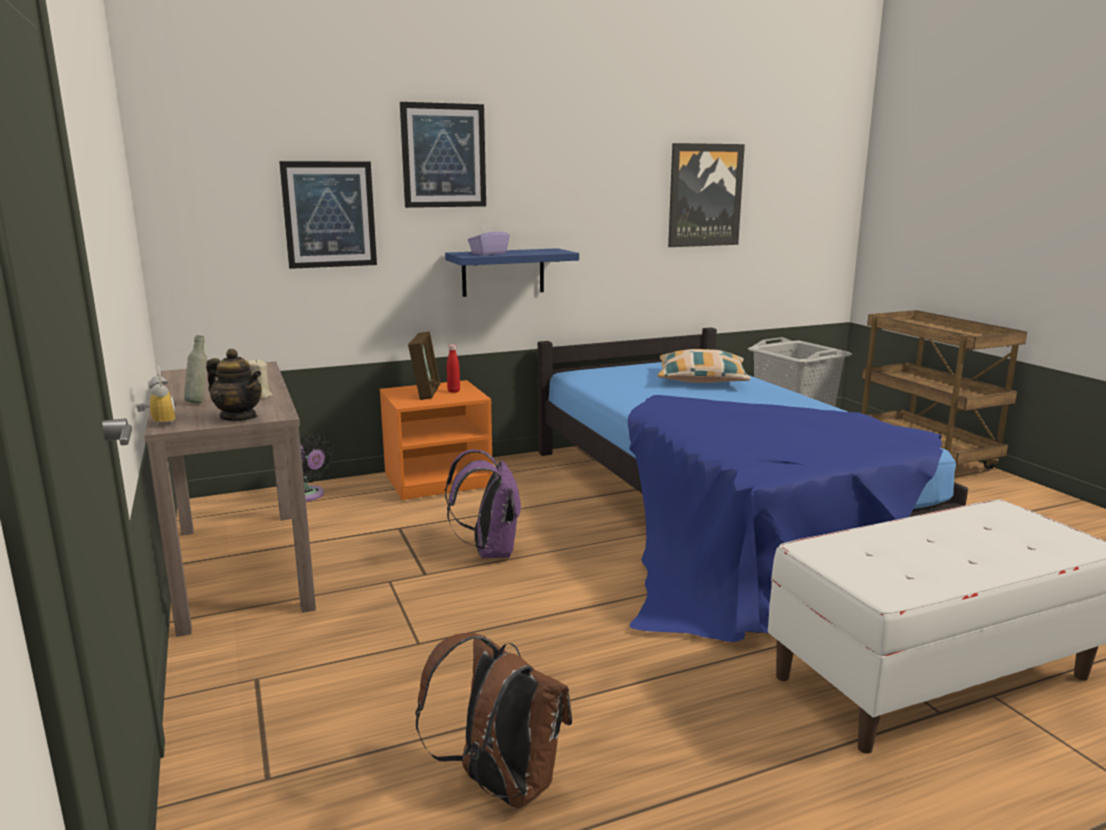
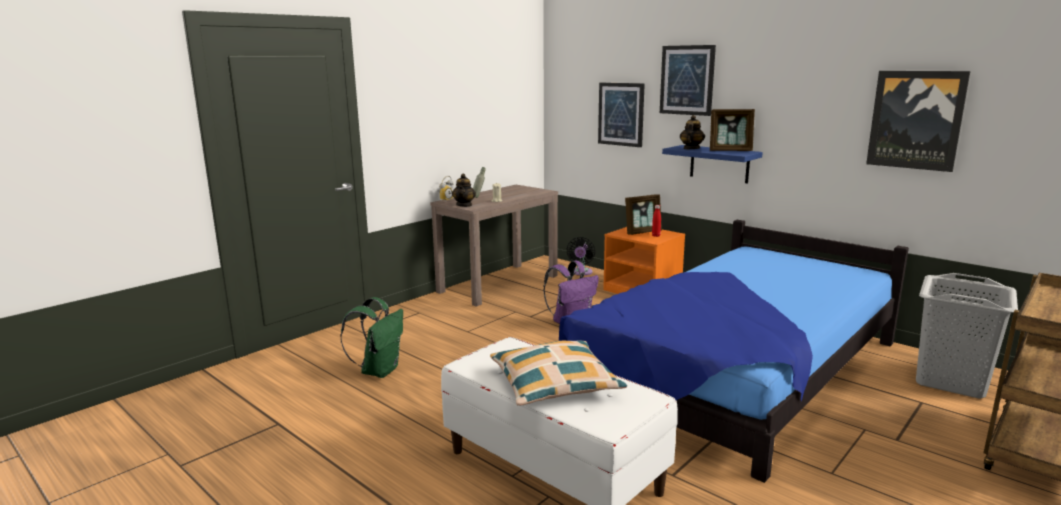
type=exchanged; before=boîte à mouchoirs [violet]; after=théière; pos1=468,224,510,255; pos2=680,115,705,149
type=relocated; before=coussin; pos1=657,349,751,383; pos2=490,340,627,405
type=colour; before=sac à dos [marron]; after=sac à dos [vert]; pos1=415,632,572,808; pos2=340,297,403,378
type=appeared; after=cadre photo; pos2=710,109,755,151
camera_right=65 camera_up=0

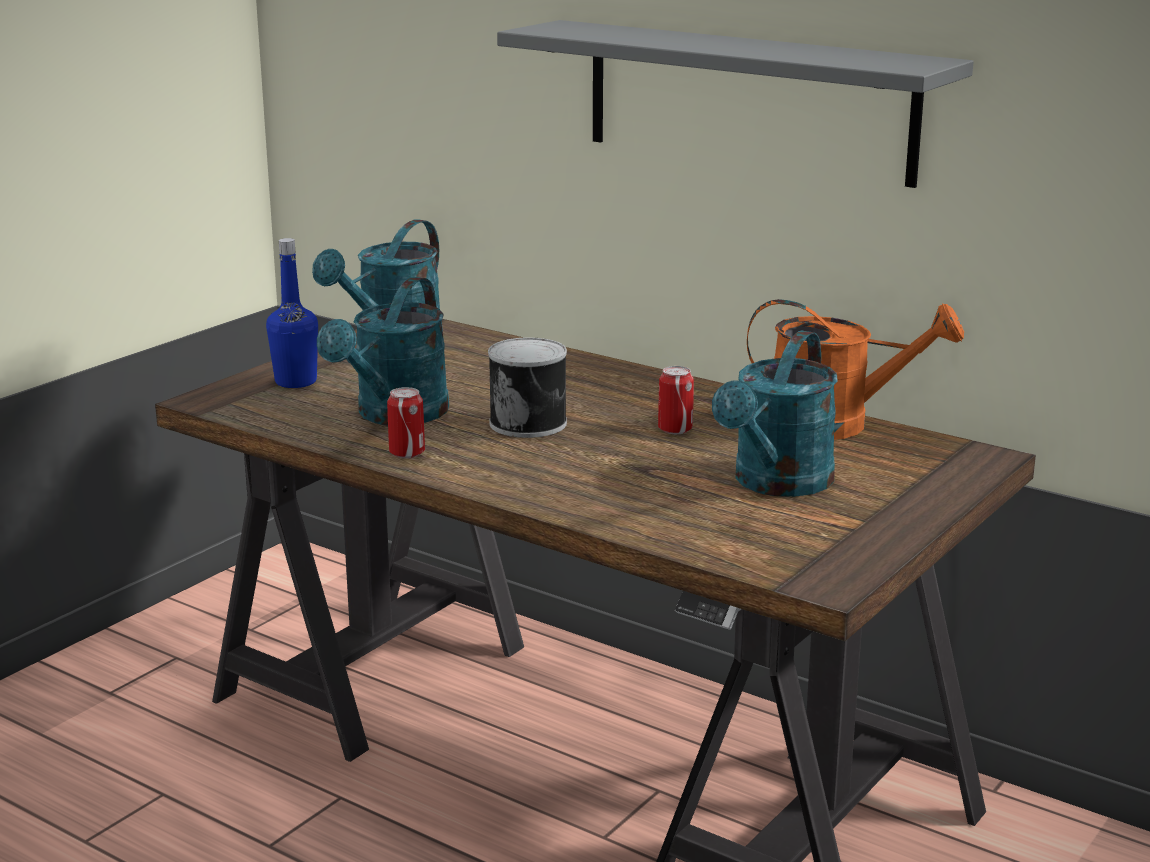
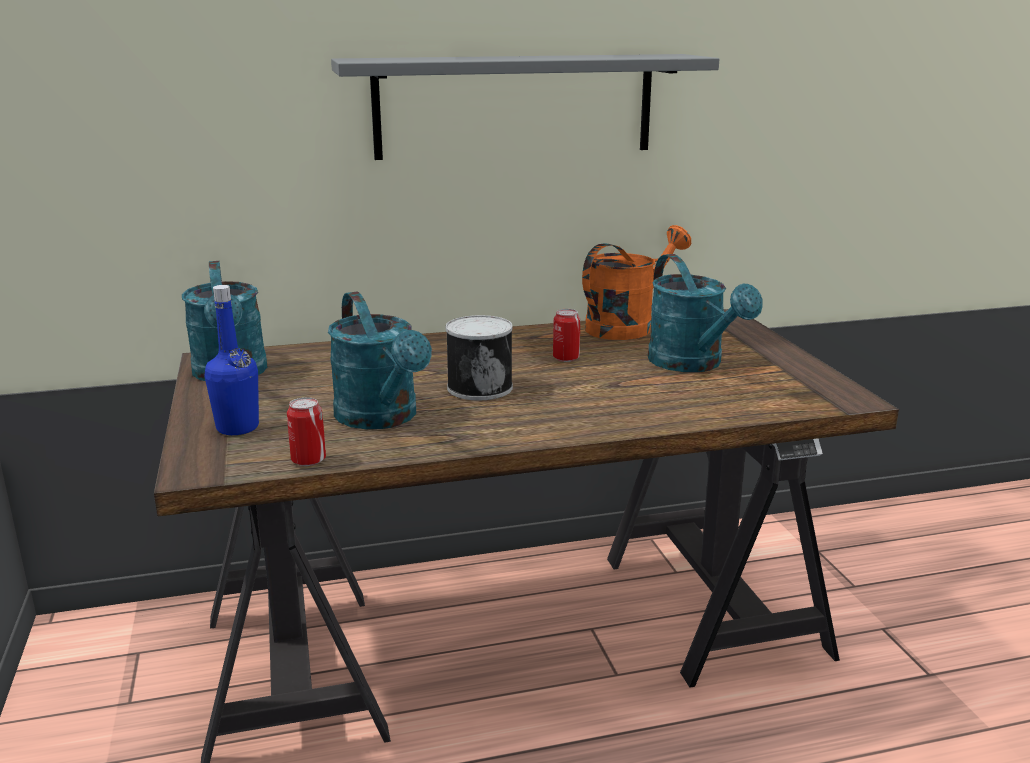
type=relocated; before=boîte métallique; pos1=387,387,425,458; pos2=287,397,326,466
camera_right=-50 camera_up=0

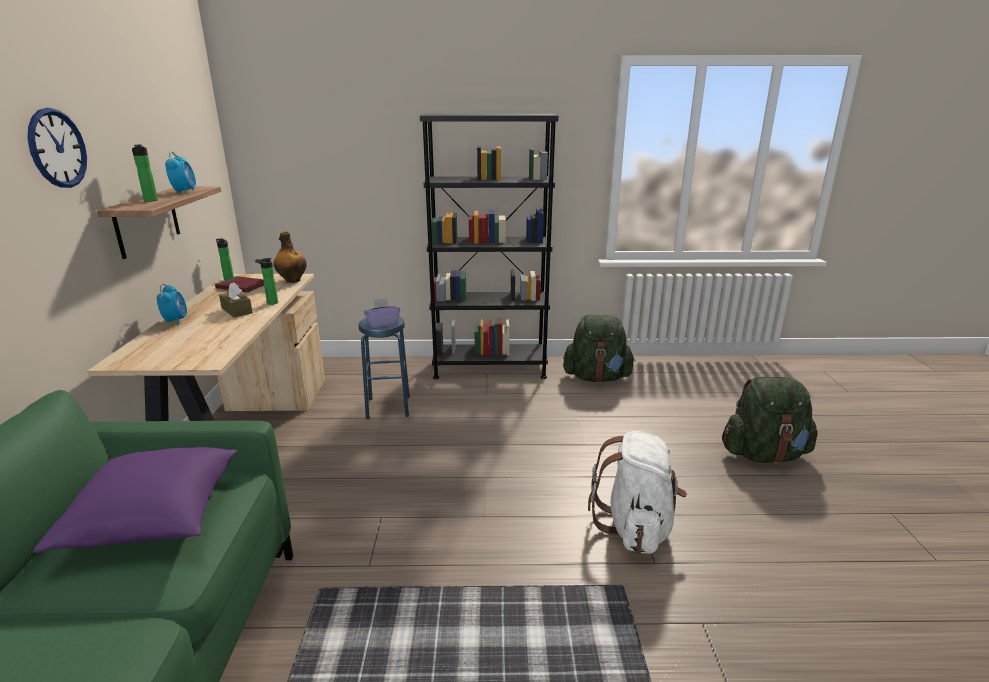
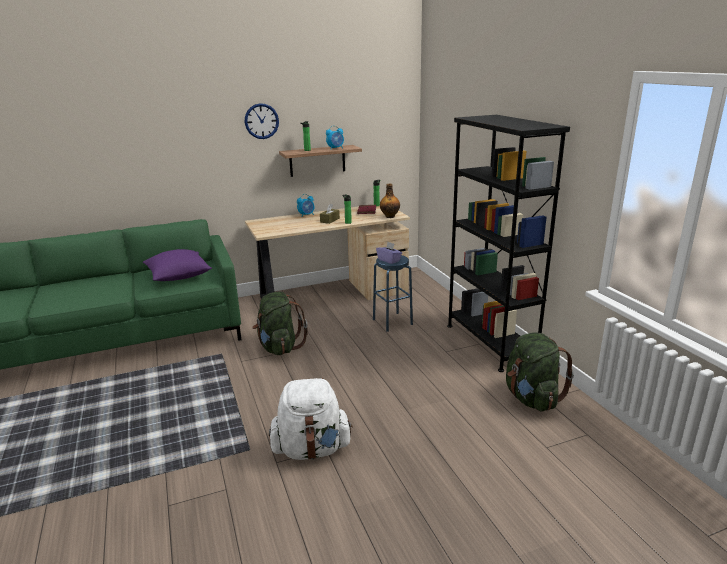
type=relocated; before=sac à dos [vert]; pos1=722,377,818,463; pos2=252,292,308,355
camera_right=70 camera_up=0

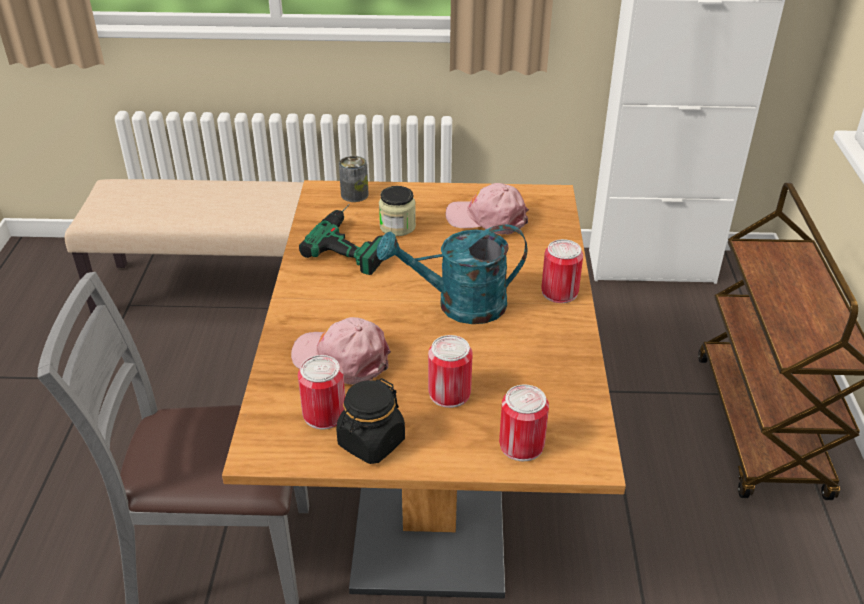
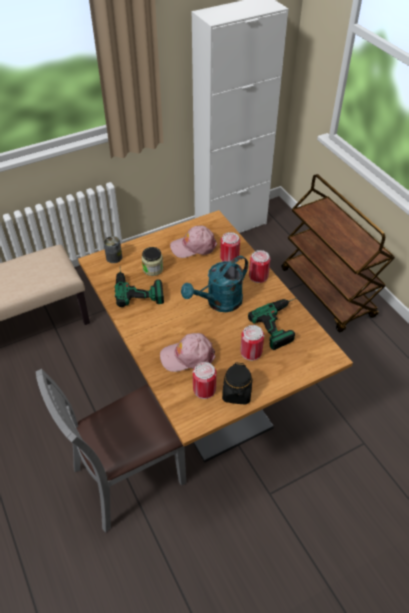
type=relocated; before=boîte métallique; pos1=499,384,549,461; pos2=220,232,240,263
type=appeared; after=perceuse; pos2=248,298,297,350
camera_right=-30 camera_up=10

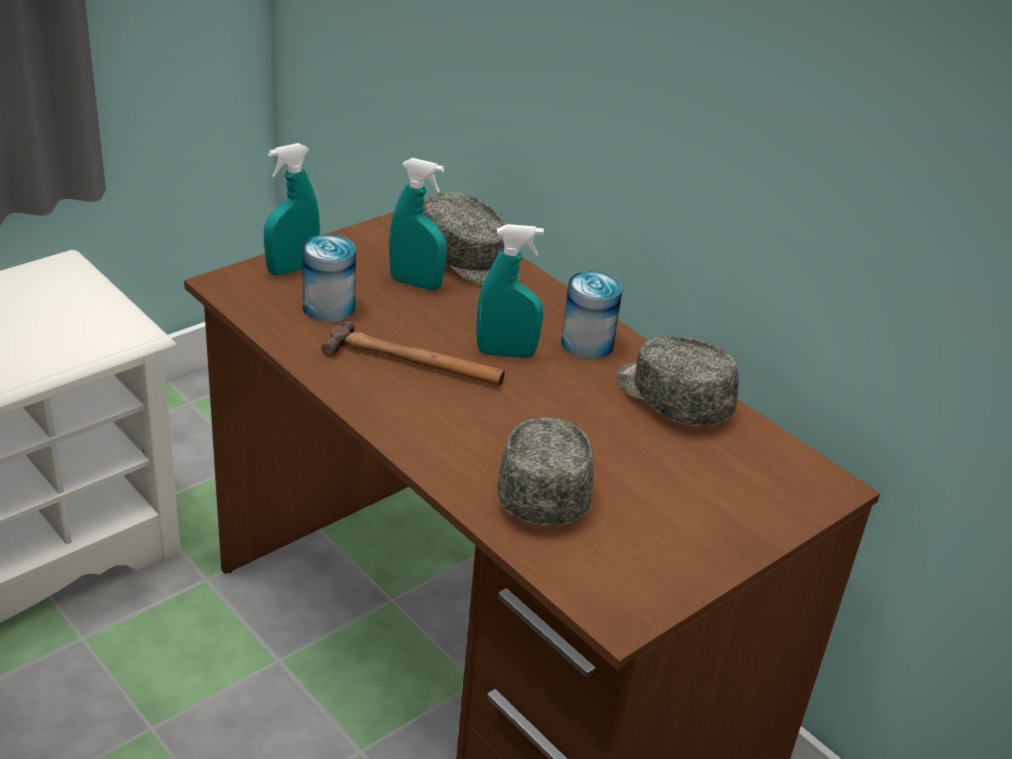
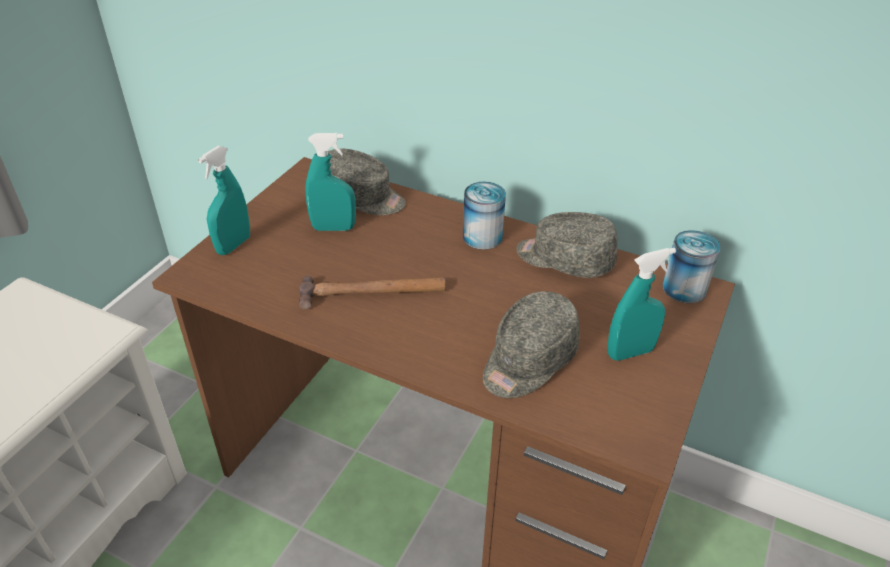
type=relocated; before=vaporisateur [turquoise]; pos1=476,224,544,358; pos2=607,248,676,361
type=relocated; before=boîte métallique; pos1=302,235,356,322; pos2=663,230,720,303
type=spun; before=casquette [gris]; pos1=497,417,594,526; pos2=483,291,580,398; turn=-120
camera_right=-20 camera_up=5

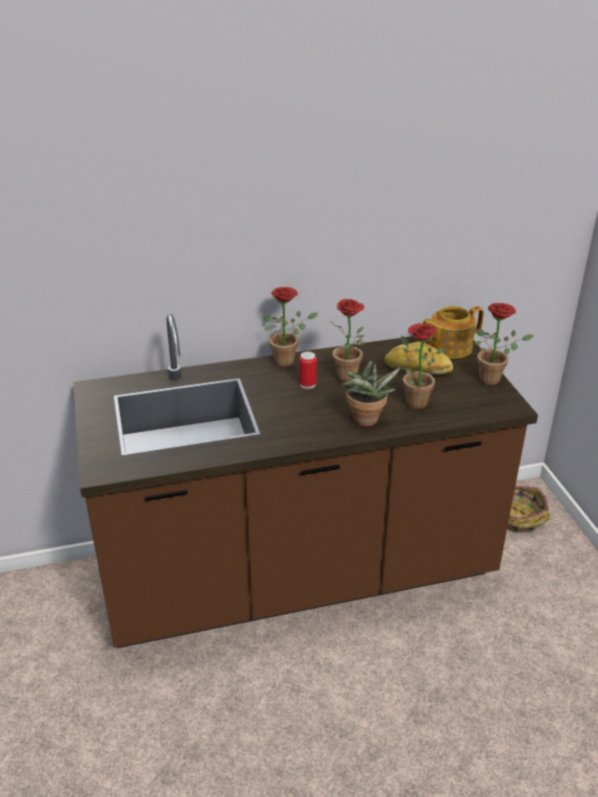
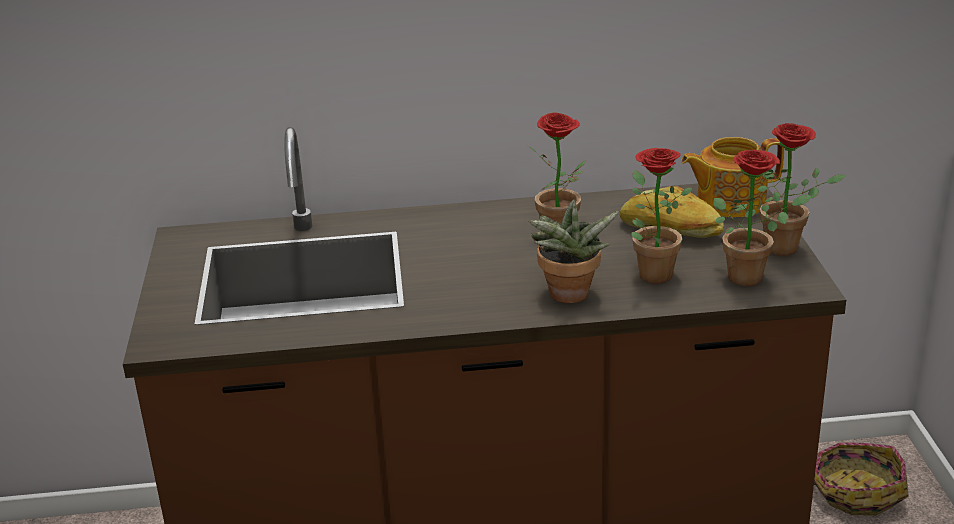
type=relocated; before=plante en pot; pos1=264,287,318,367; pos2=713,150,812,286
type=missing; before=boîte métallique; pos1=299,352,317,389
camera_right=10 camera_up=-5

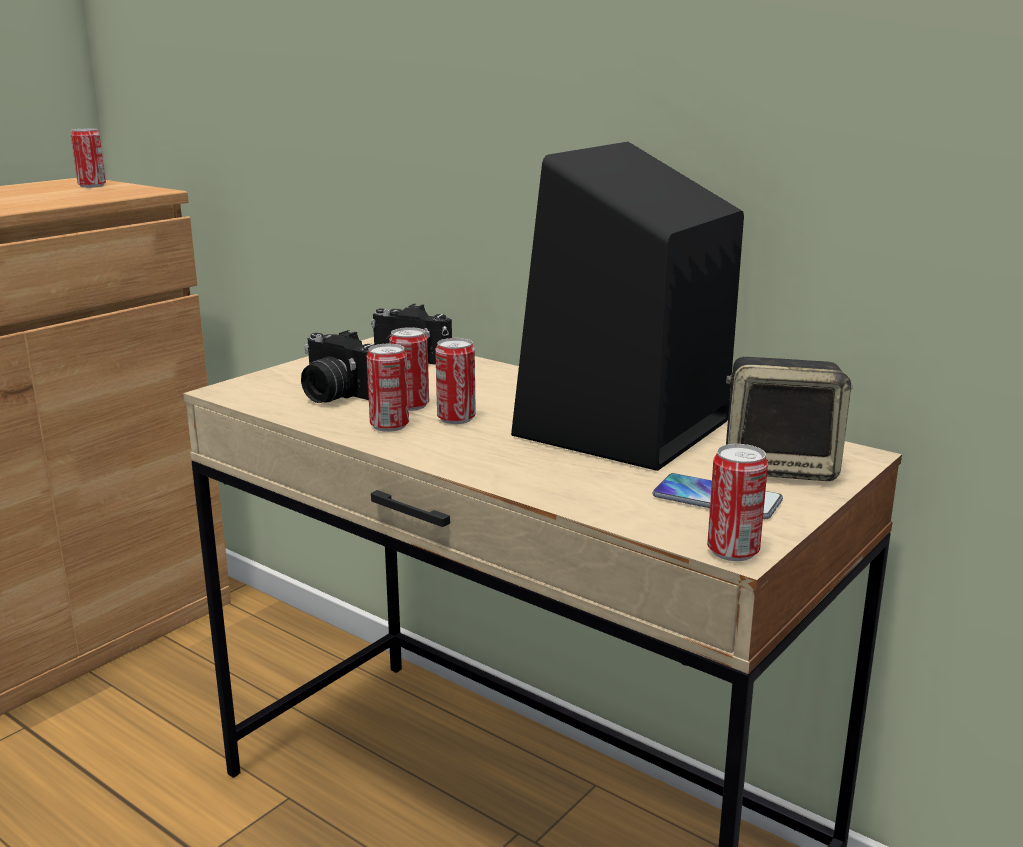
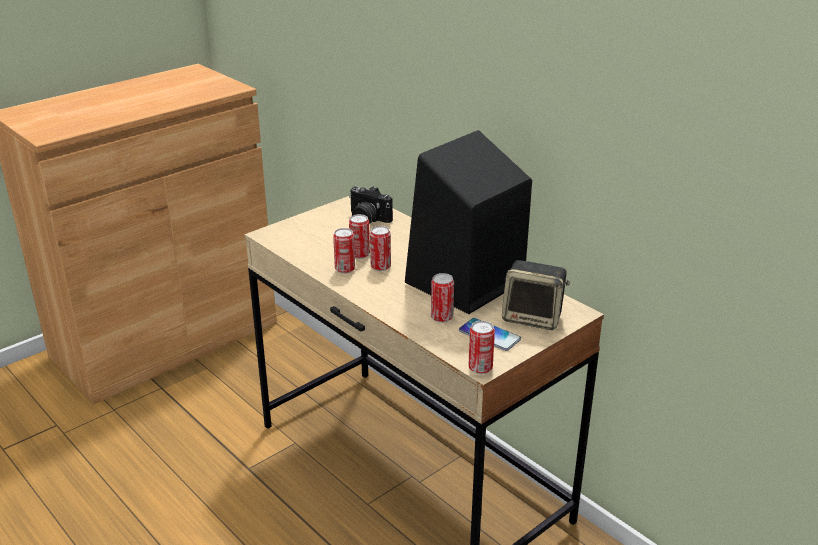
type=relocated; before=boîte métallique; pos1=71,129,106,188; pos2=431,273,454,323
type=missing; before=appareil photo; pos1=301,330,375,403
camera_right=10 camera_up=10

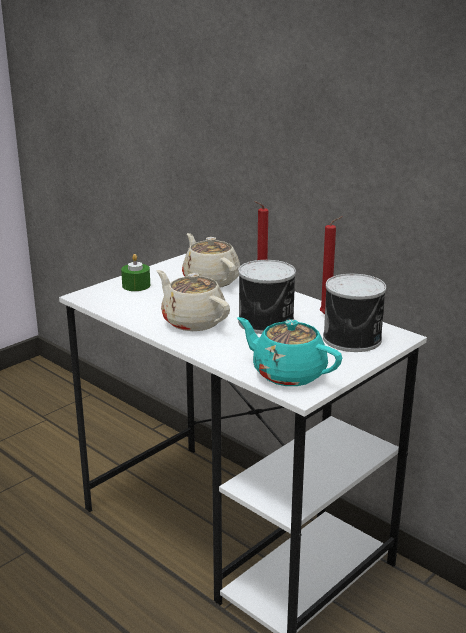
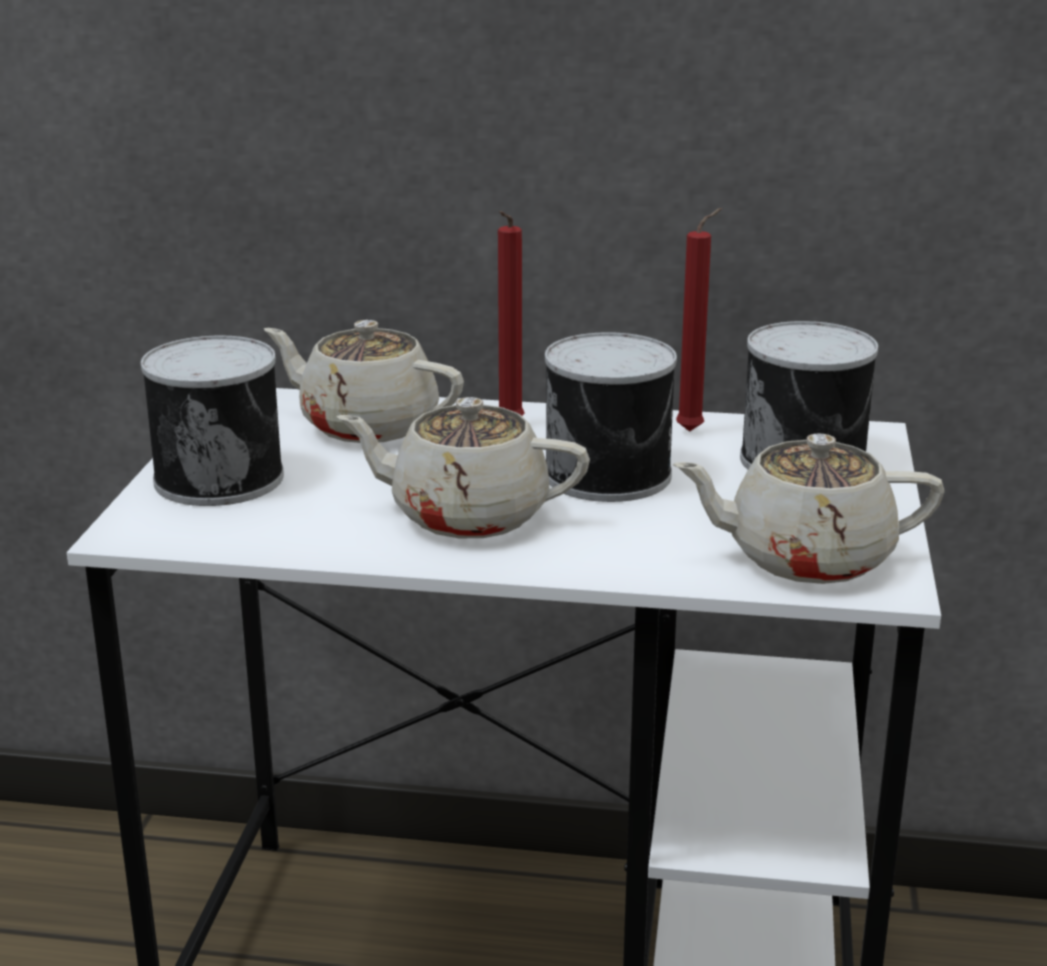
type=exchanged; before=bougie [vert]; after=boîte métallique; pos1=121,254,150,291; pos2=141,336,284,506
type=colour; before=théière [turquoise]; after=théière [beige]; pos1=237,317,342,386; pos2=672,433,944,584
camera_right=-35 camera_up=0

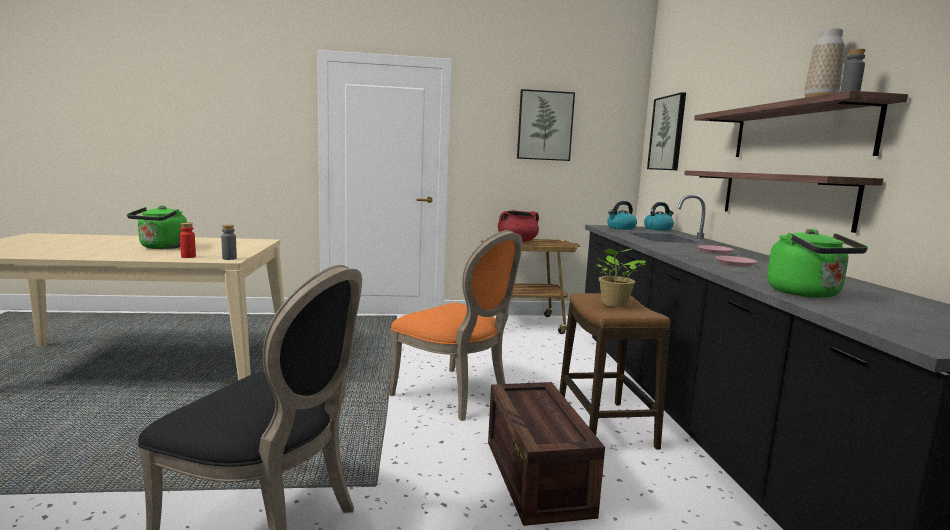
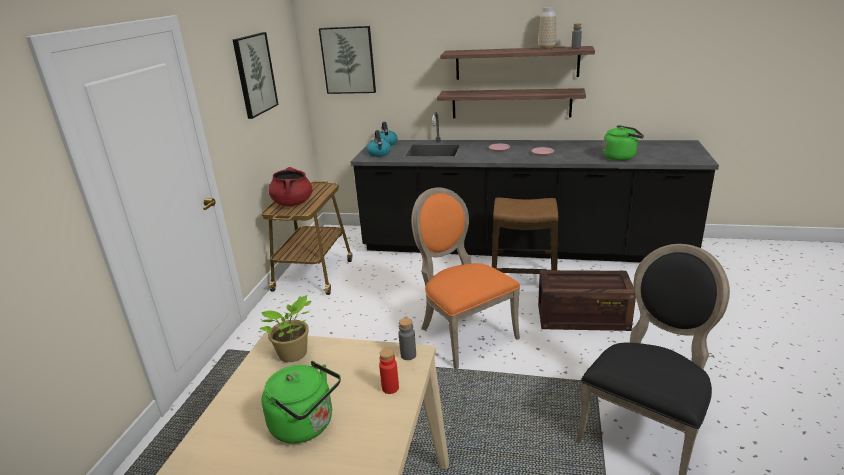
type=spun; before=chaise [orange]; pos1=389,230,523,421; pos2=411,187,520,369; turn=-90
type=relocated; before=plante en pot; pos1=596,249,646,307; pos2=260,295,312,362
camera_right=-70 camera_up=15

